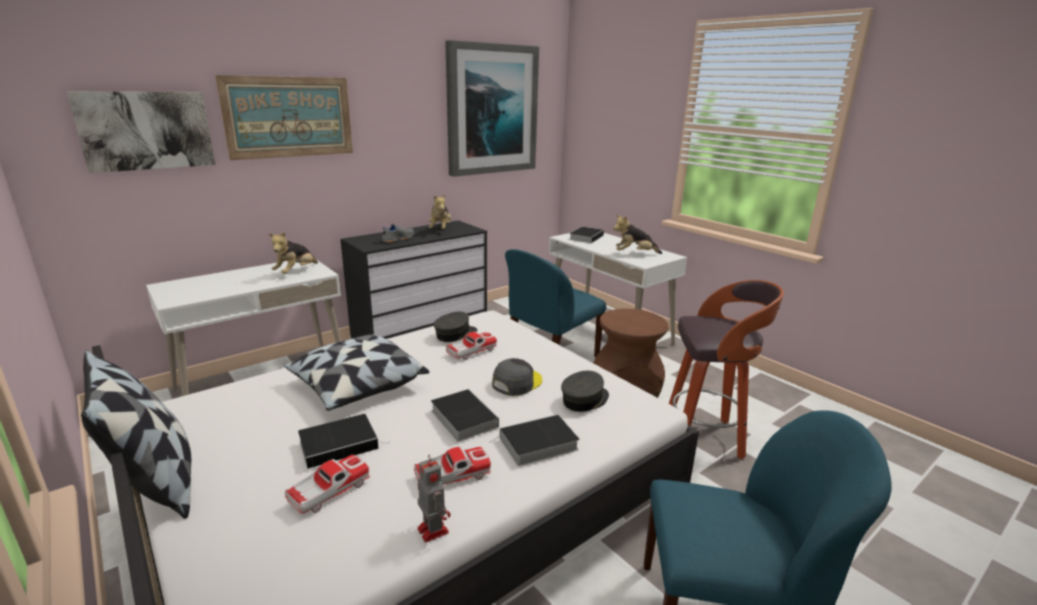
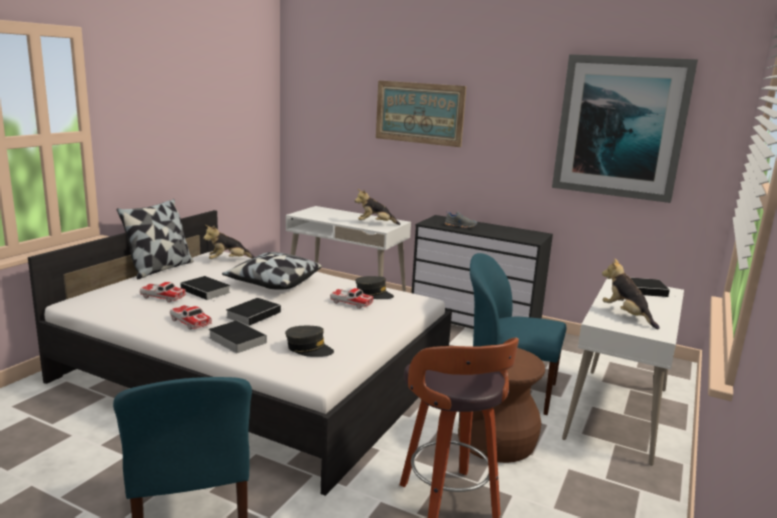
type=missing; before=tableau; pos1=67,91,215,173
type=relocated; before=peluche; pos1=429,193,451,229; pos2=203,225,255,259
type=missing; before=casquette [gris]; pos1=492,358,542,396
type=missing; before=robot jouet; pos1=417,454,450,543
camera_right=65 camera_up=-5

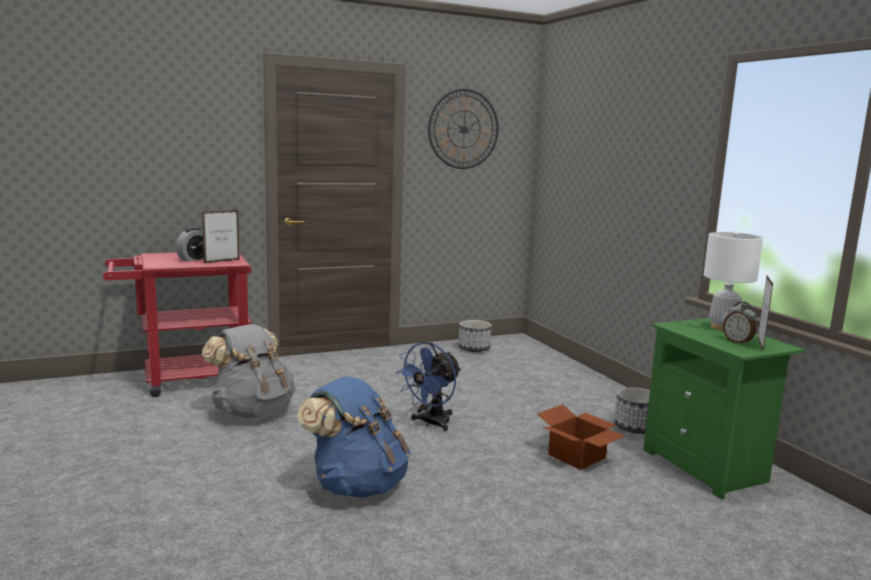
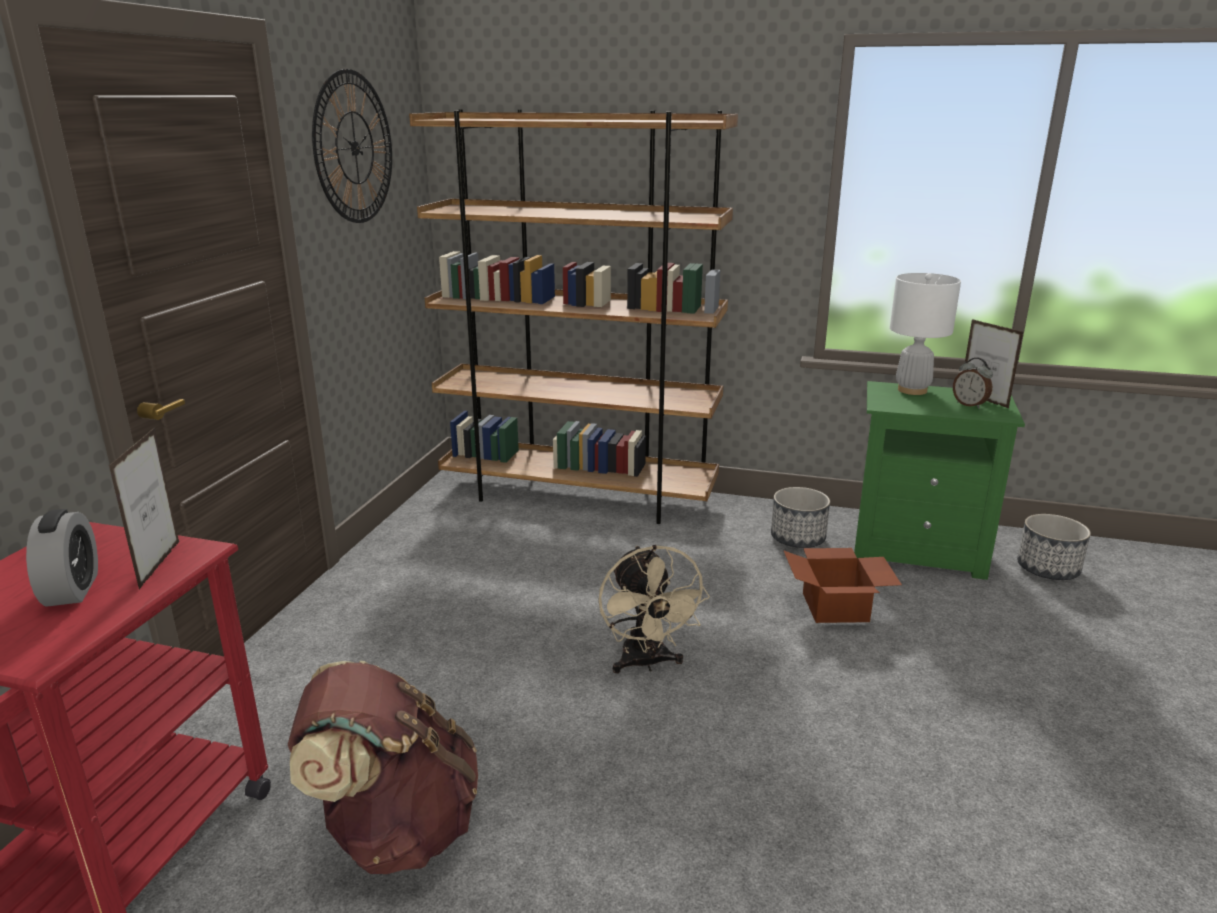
type=spun; before=réveil; pos1=723,302,757,345; pos2=953,358,993,409; turn=45
type=relocated; before=cache-pot; pos1=458,320,491,352; pos2=1017,514,1091,580
type=colour; before=sac à dos [gris]; after=sac à dos [marron]; pos1=202,324,295,419; pos2=288,661,478,874
type=colour; before=ventilateur [bleu]; after=ventilateur [beige]; pos1=395,342,461,431; pos2=598,545,710,673
type=missing; before=sac à dos [bleu]; pos1=297,376,411,498
type=appeared; after=bibliothèque [marron]; pos2=409,109,738,524
camera_right=-50 camera_up=10

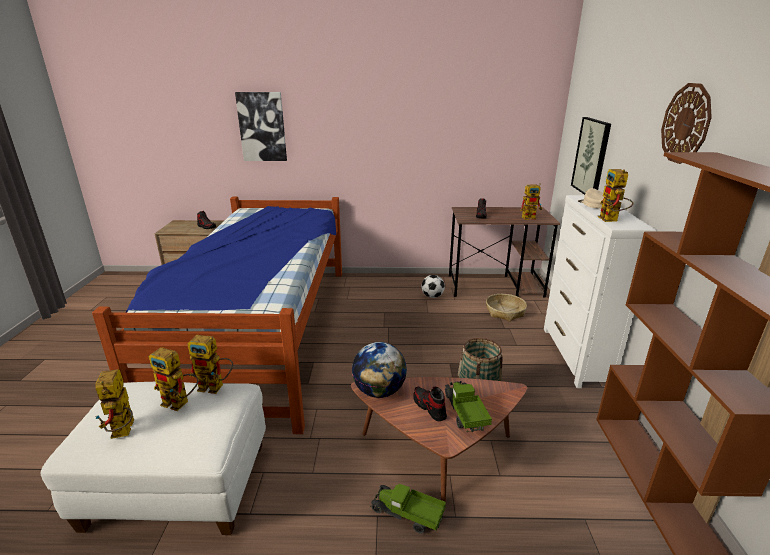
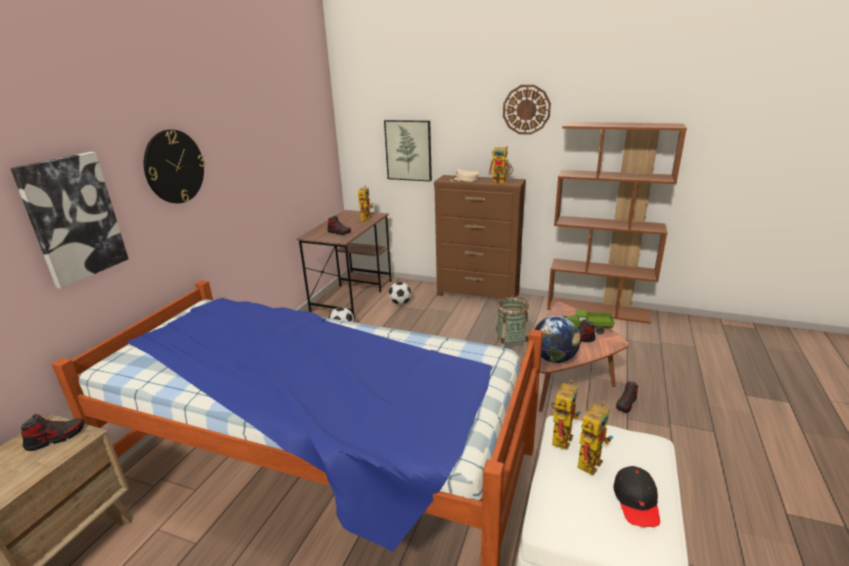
type=colour; before=commode [blanc]; after=commode [marron]; pos1=544,195,657,388; pos2=434,175,526,299
type=exchanged; before=panier; after=ballon de foot; pos1=486,294,527,321; pos2=389,282,412,305
type=exchanged; before=robot jouet; after=casquette [noir]; pos1=95,369,134,439; pos2=613,466,660,527
type=exchanged; before=camion jouet; after=chaussure; pos1=371,484,446,534; pos2=616,381,638,413
type=appeared; after=horloge murale; pos2=144,130,205,203
camera_right=-70 camera_up=0

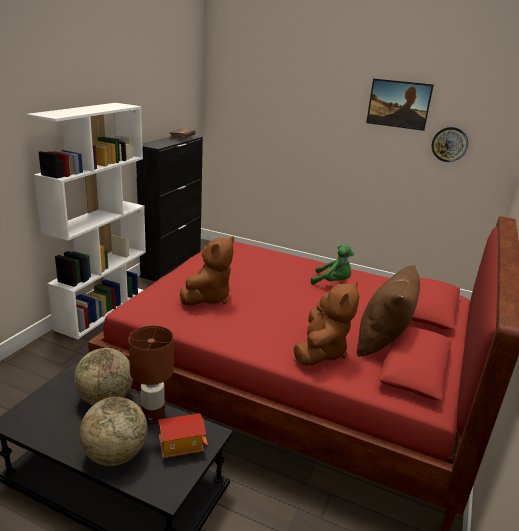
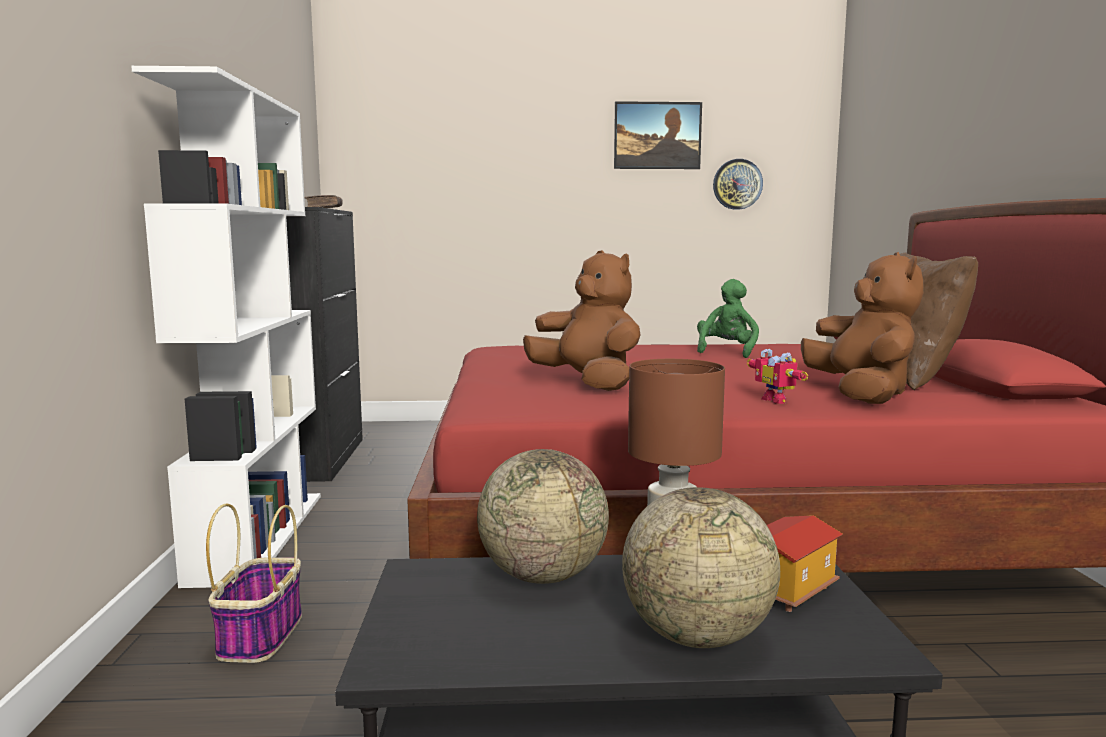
type=spun; before=peluche [marron]; pos1=180,237,234,306; pos2=523,250,641,391; turn=-45
type=spun; before=peluche [vert]; pos1=311,244,354,285; pos2=697,279,759,358; turn=-60
type=appeared; after=robot jouet; pos2=747,349,808,404
type=appeared; after=panier; pos2=206,503,302,663
camera_right=-25 camera_up=-15

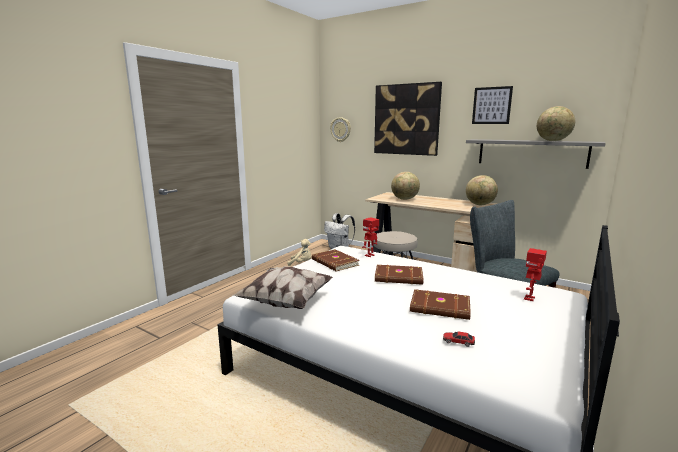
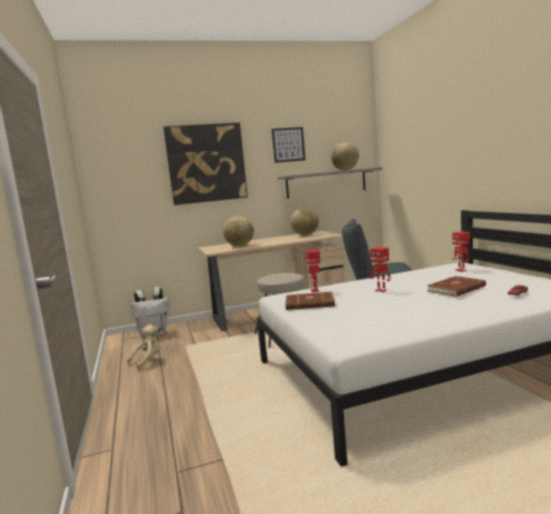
type=missing; before=horloge murale; pos1=330,117,351,142
type=exchanged; before=livre [marron]; after=robot jouet; pos1=375,265,423,285; pos2=370,247,391,292
type=missing; before=coussin; pos1=232,266,333,309
camera_right=-50 camera_up=-5

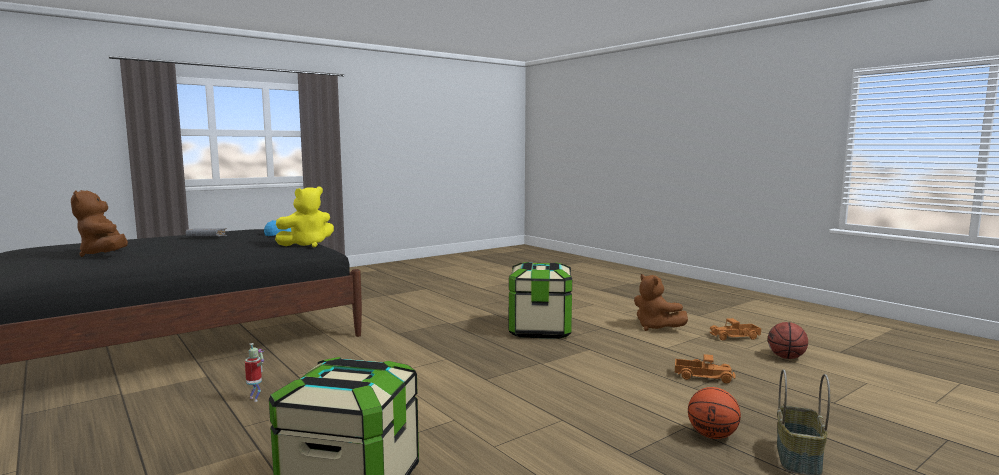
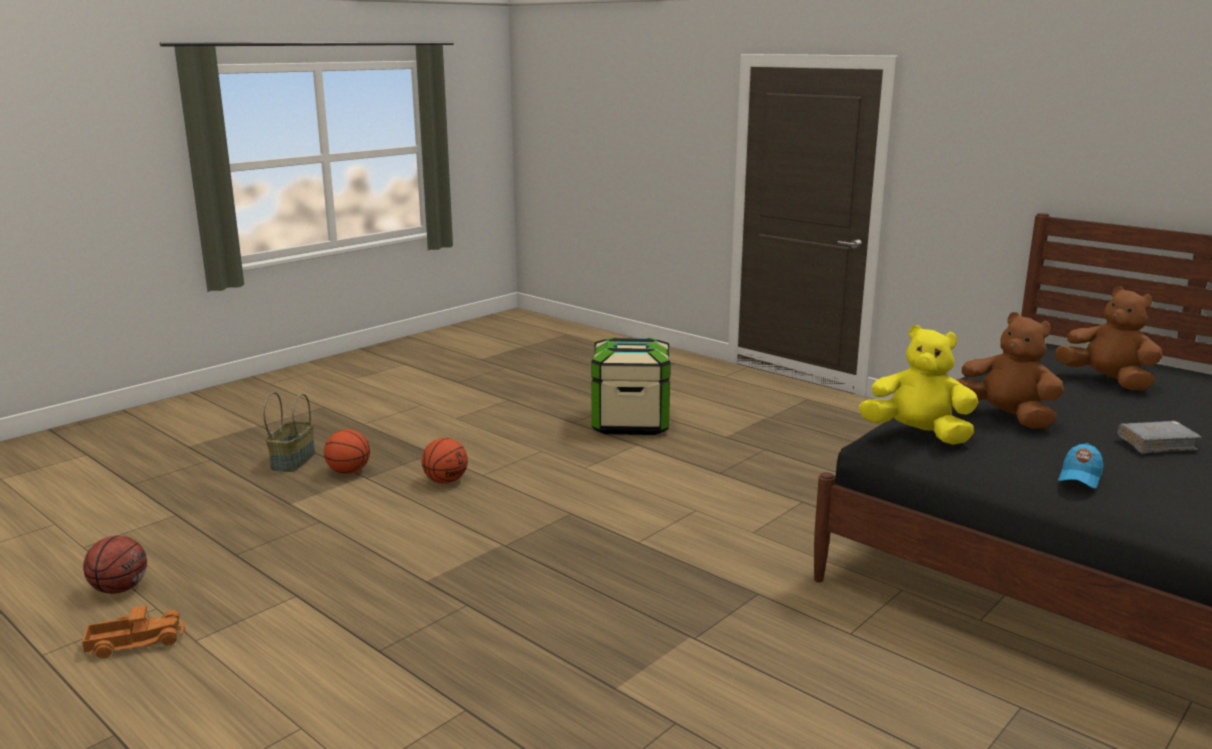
type=spun; before=peluche [jaune]; pos1=275,186,334,247; pos2=859,325,978,445; turn=75
type=missing; before=boîte de rangement; pos1=509,262,572,339
type=relocated; before=peluche [marron]; pos1=634,274,688,331; pos2=956,312,1064,428
type=missing; before=robot jouet; pos1=245,343,264,402
type=missing; before=camion jouet; pos1=675,354,735,383
type=appeared; after=ballon de basket; pos2=422,438,468,484
camera_right=170 camera_up=10

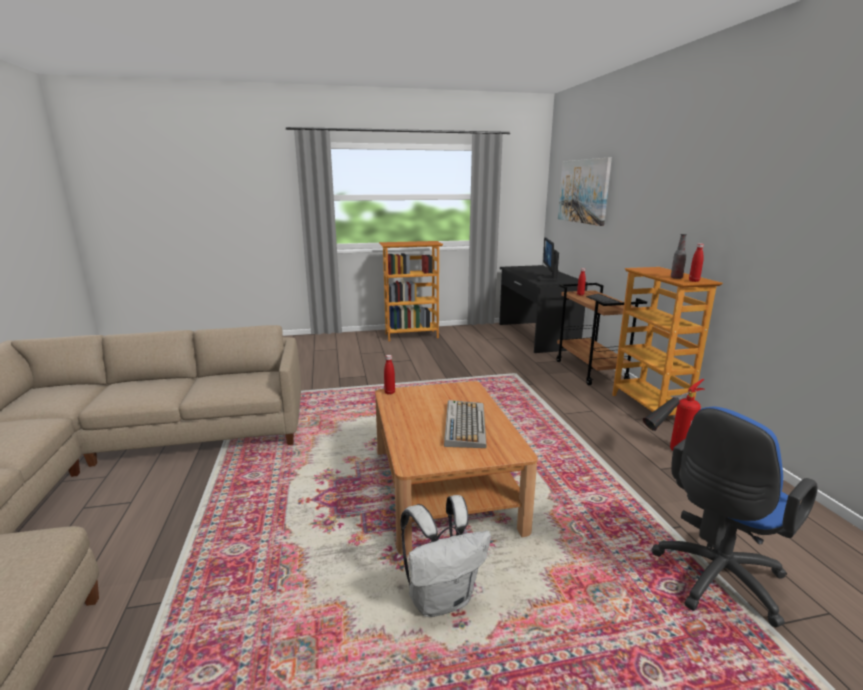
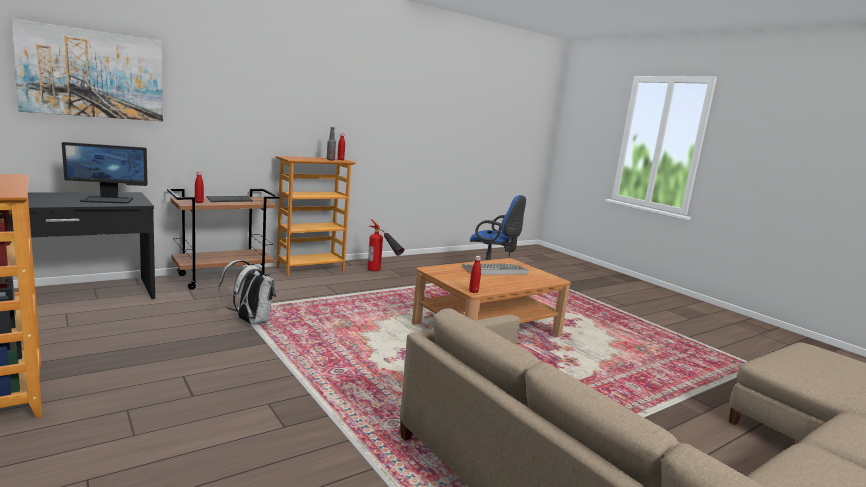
type=relocated; before=sac à dos [blanc]; pos1=400,495,491,617; pos2=219,260,276,325
camera_right=-115 camera_up=-5

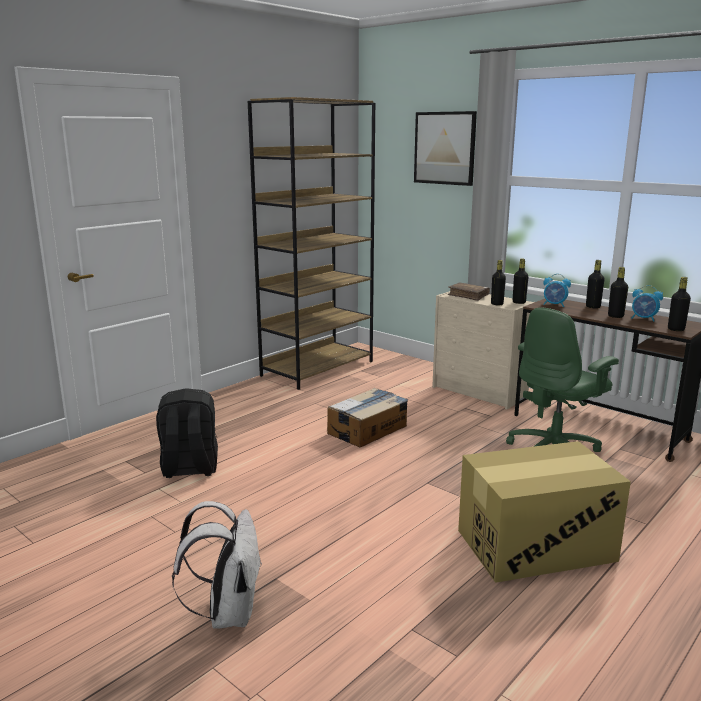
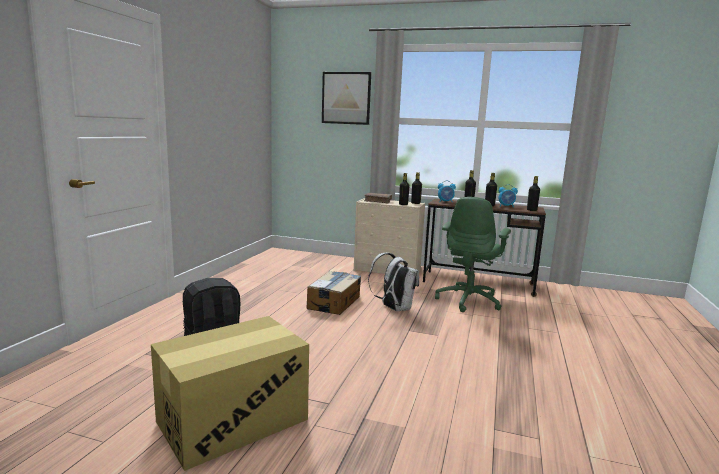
type=missing; before=bibliothèque [marron]; pos1=248,97,375,390
type=relocated; before=carton; pos1=458,441,631,583; pos2=151,316,309,471
type=relocated; before=sac à dos [blanc]; pos1=172,501,262,628; pos2=368,253,419,311
camera_right=-25 camera_up=-5

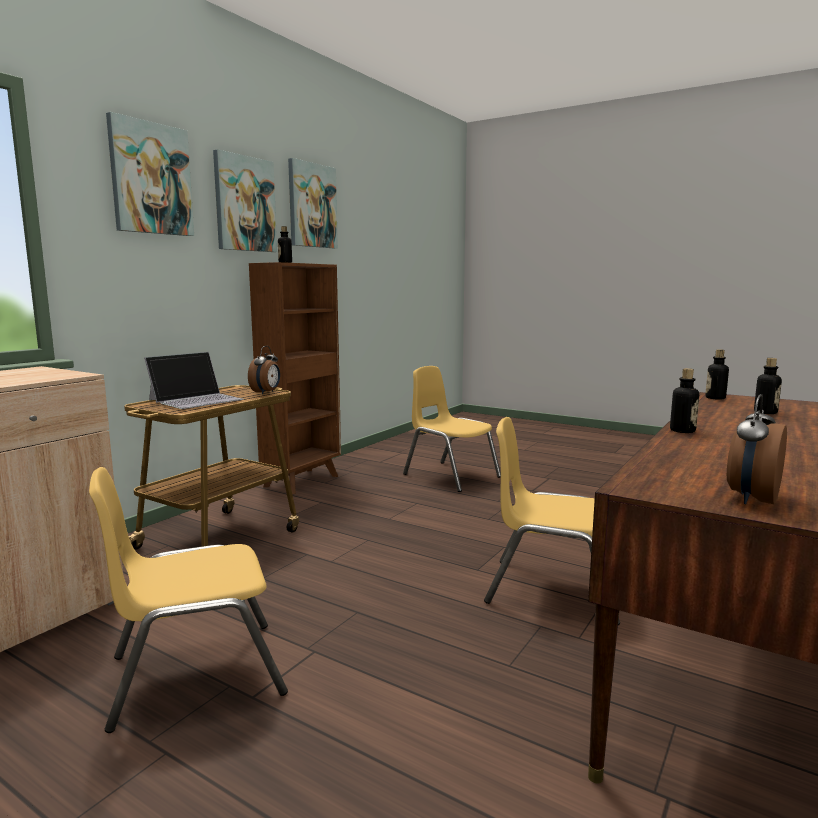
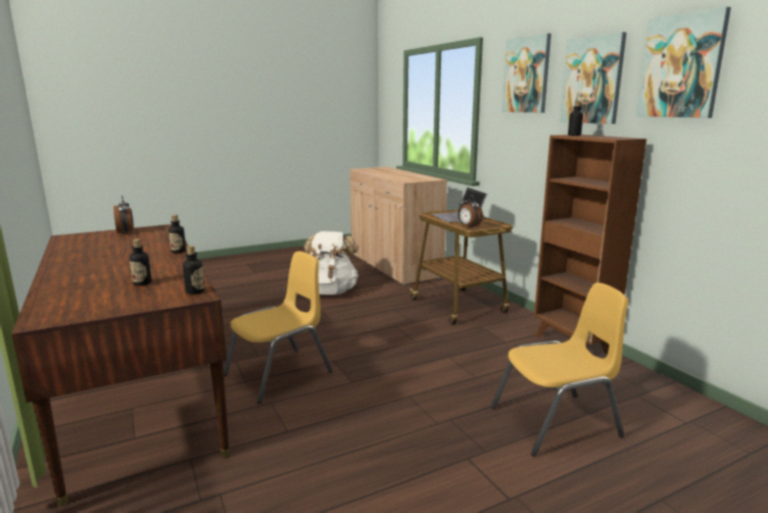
type=exchanged; before=chaise [jaune]; after=sac à dos [blanc]; pos1=89,467,288,733; pos2=304,231,359,295
camera_right=120 camera_up=5

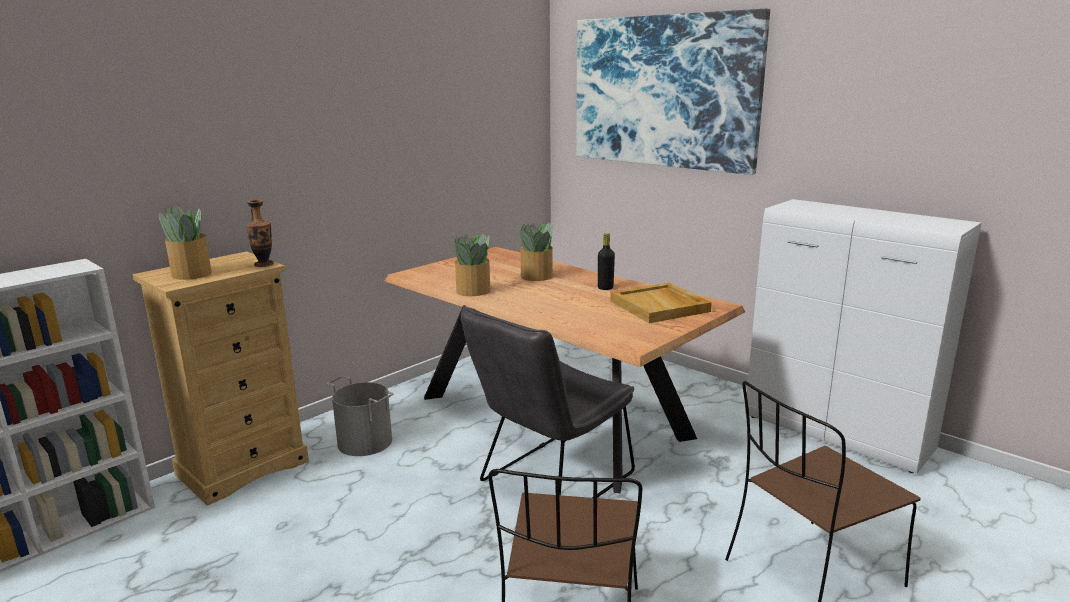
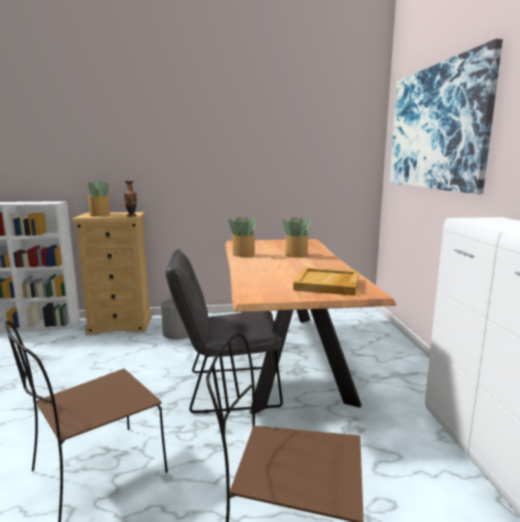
type=missing; before=bouteille [noir]; pos1=598,233,615,290
camera_right=40 camera_up=-5

